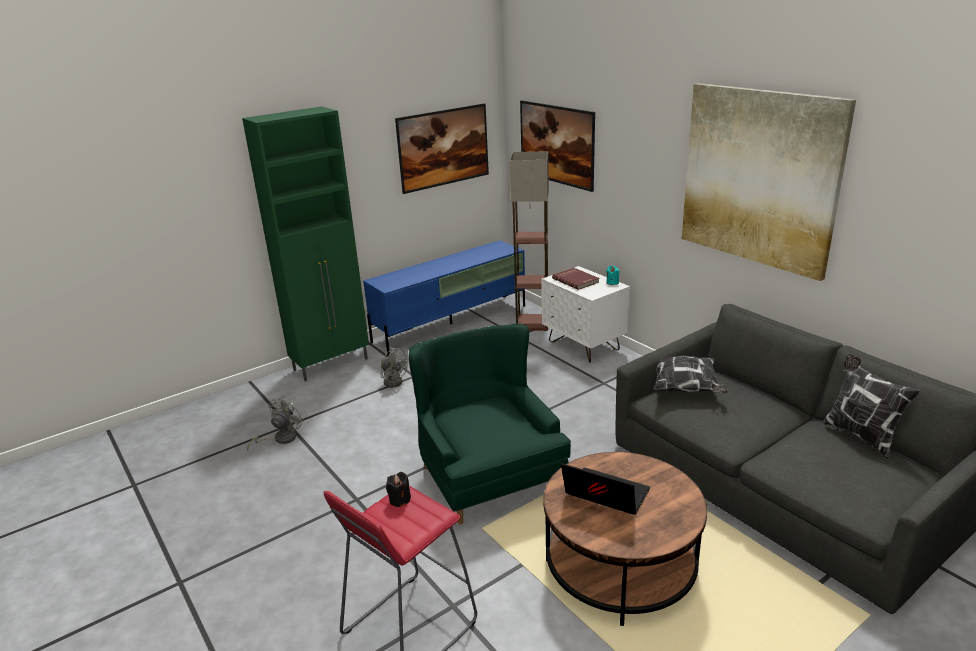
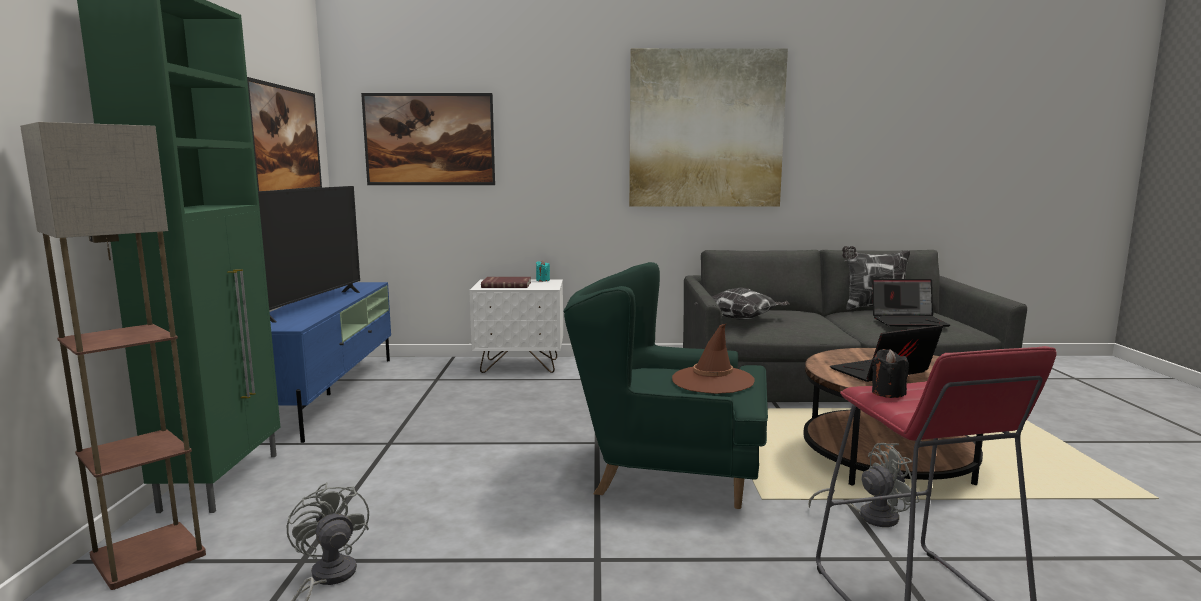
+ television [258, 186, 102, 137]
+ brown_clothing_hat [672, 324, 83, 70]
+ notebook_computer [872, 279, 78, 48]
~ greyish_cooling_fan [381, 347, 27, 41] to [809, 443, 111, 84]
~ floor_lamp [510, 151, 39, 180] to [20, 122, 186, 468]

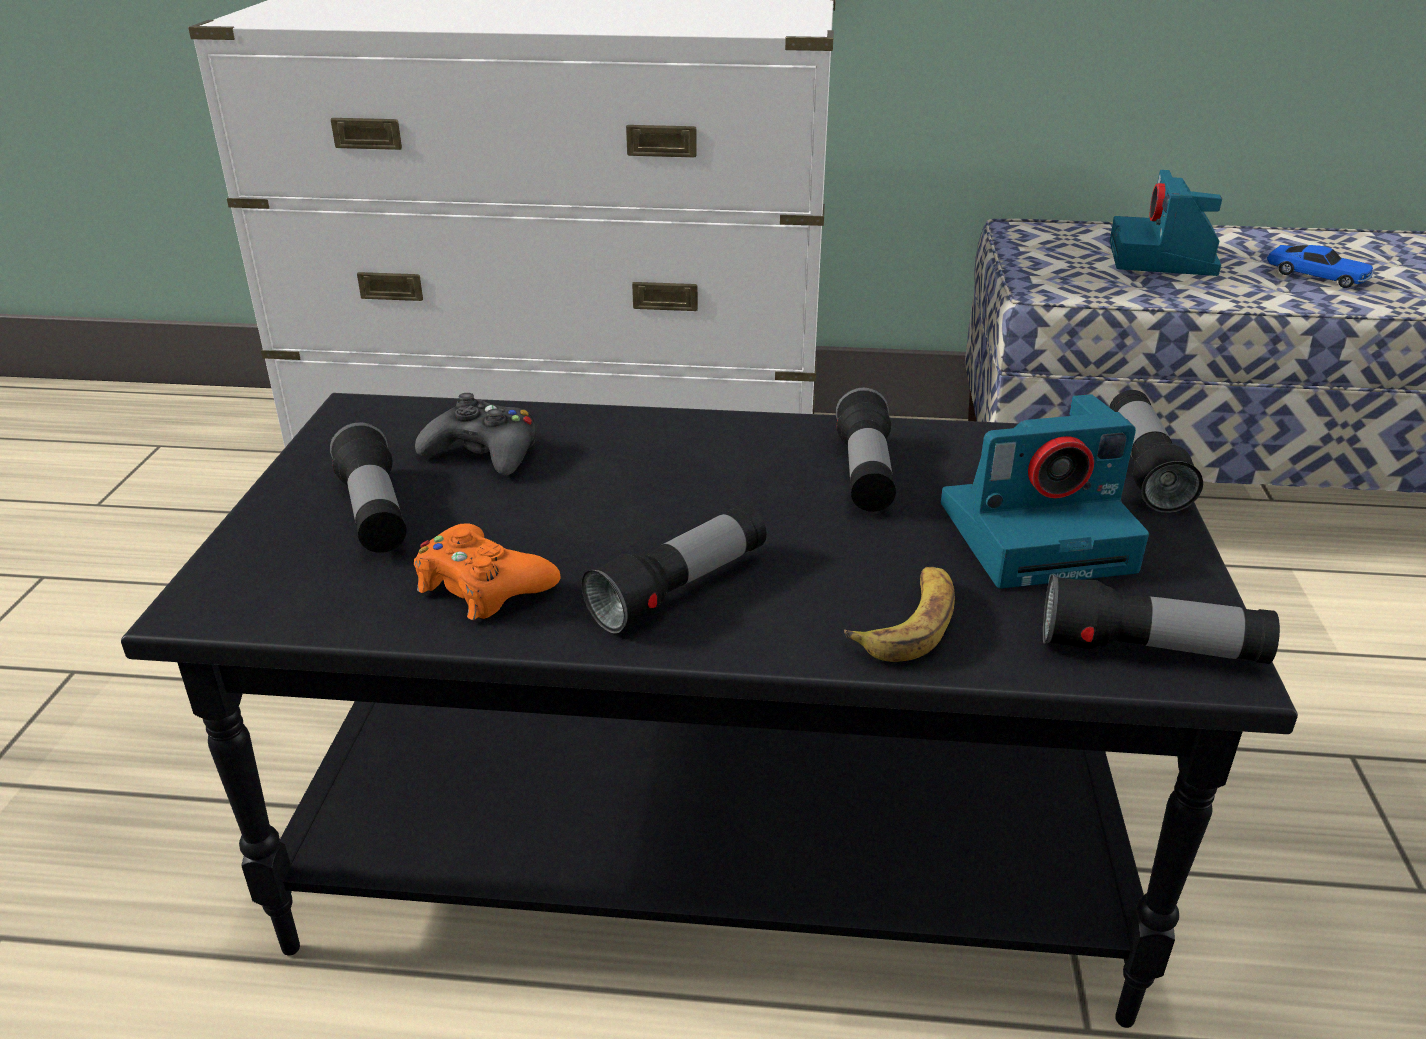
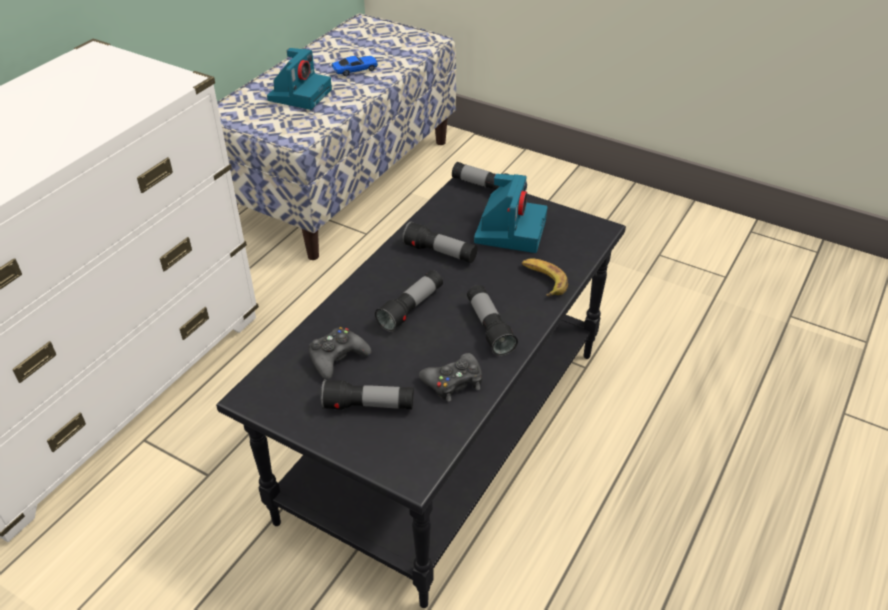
~ hand_torch [1043, 575, 237, 89] to [375, 270, 68, 62]
~ orange-coloured_gamepad [414, 523, 146, 97] to blackish_gamepad [419, 353, 63, 49]
~ photo_camera [1110, 170, 112, 106] = [267, 48, 65, 62] 105 degrees counterclockwise

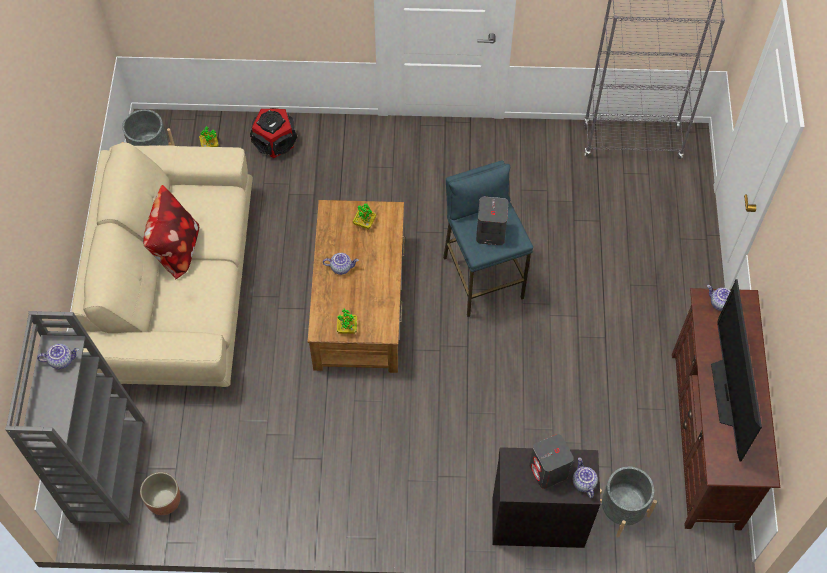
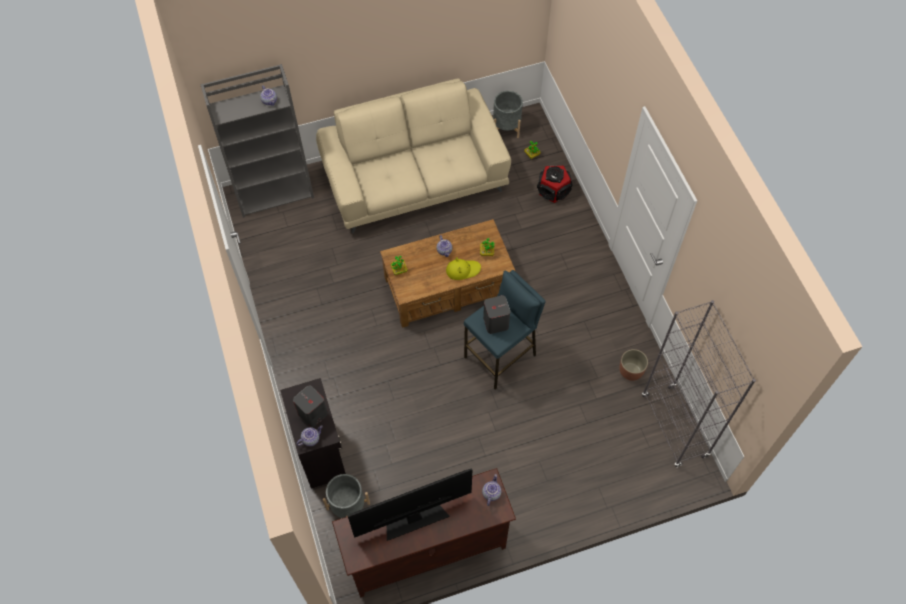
- pillow [143, 185, 56, 95]
+ yellow-coloured_clothing_hat [446, 257, 35, 23]
~ plant_pot [140, 472, 41, 43] to [619, 349, 29, 32]

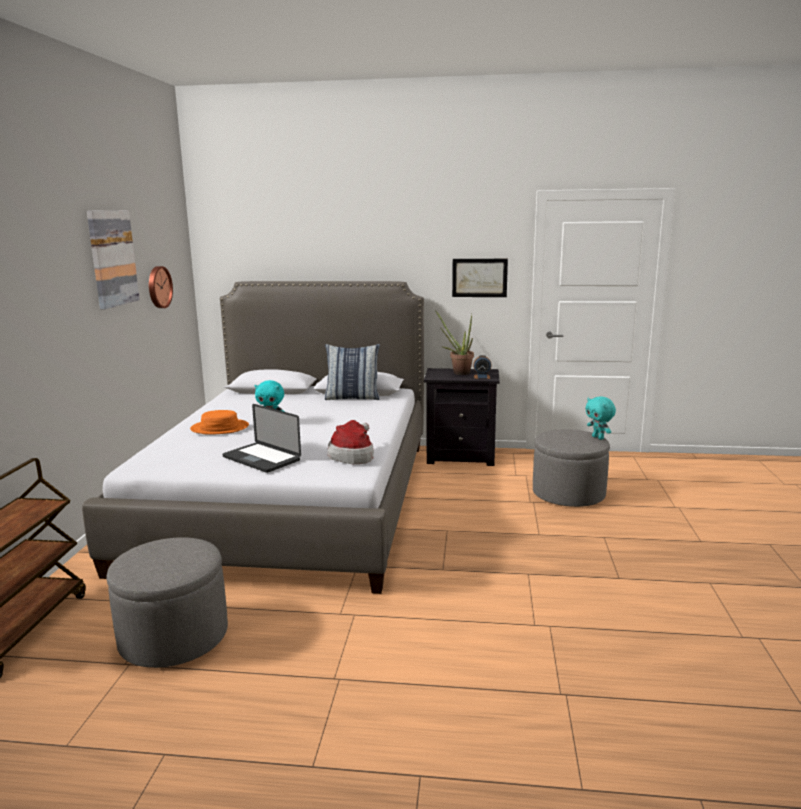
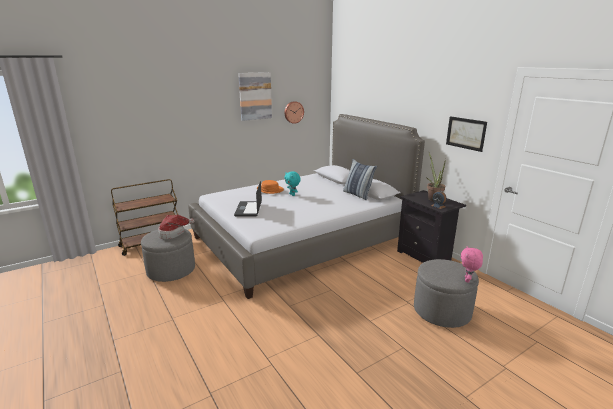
~ clothing_hat [328, 420, 46, 45] to [158, 215, 36, 24]
~ turquoise-coloured_plush_toy [585, 396, 31, 44] to pink_plush_toy [461, 246, 22, 37]

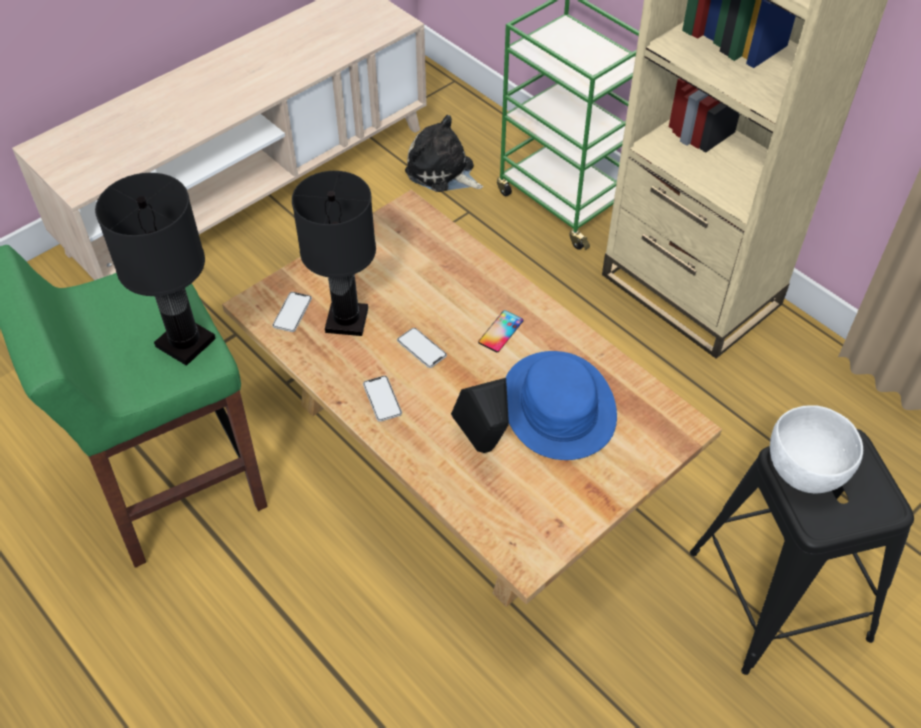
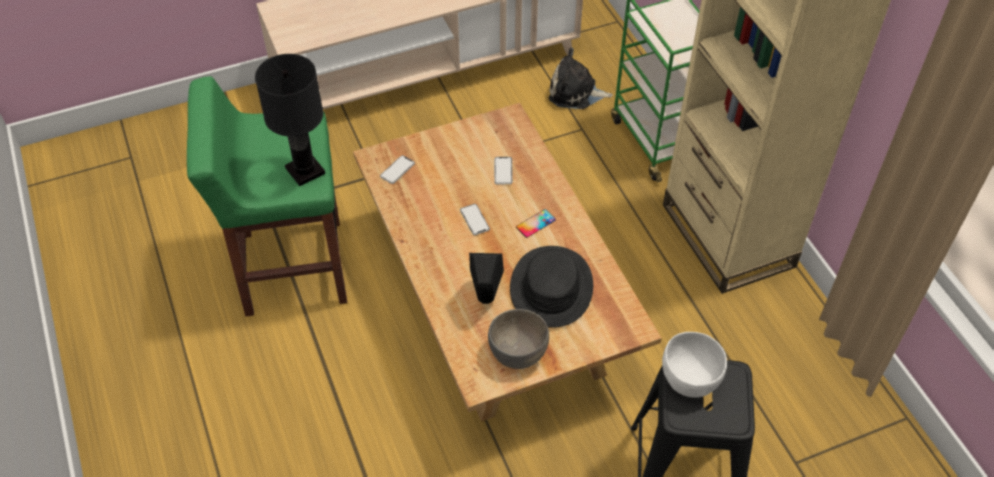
- blackish_lamp_for_a_table [292, 171, 84, 165]
+ greyish_serving_bowl [488, 309, 61, 60]
~ handset [363, 376, 39, 46] to [494, 157, 19, 27]
~ bluish_clothing_hat [506, 351, 111, 109] to blackish_clothing_hat [510, 246, 83, 82]
~ plush_toy [405, 115, 78, 77] = [549, 48, 64, 61] 45 degrees counterclockwise

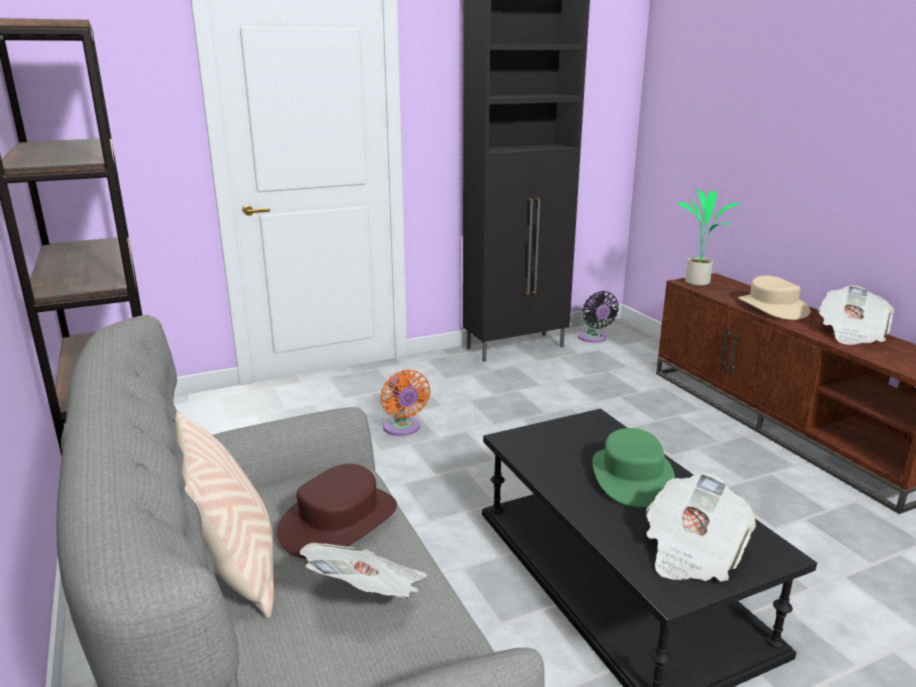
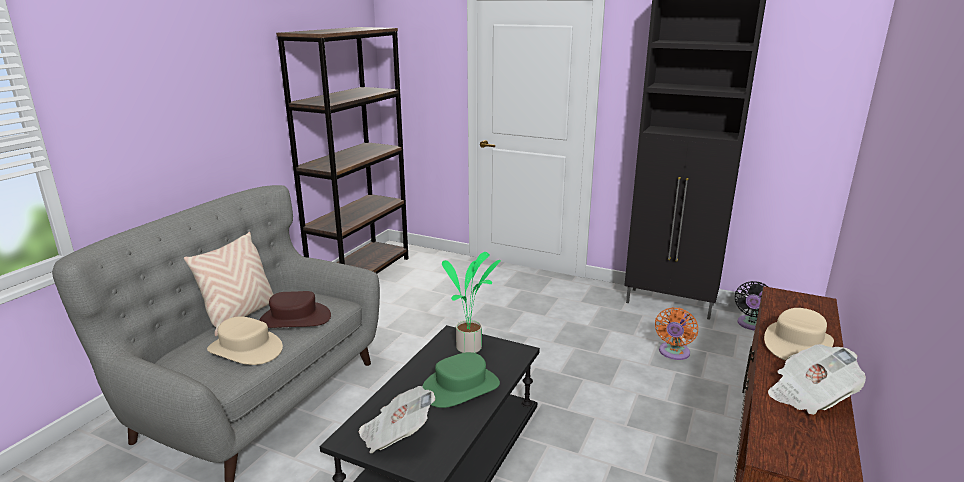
~ orange-coloured_cooling_fan [380, 369, 50, 67] to [655, 307, 43, 53]
~ potted_plant [678, 188, 61, 98] to [442, 252, 59, 101]
~ newspaper [300, 543, 127, 55] to beige-coloured_clothing_hat [207, 316, 76, 49]

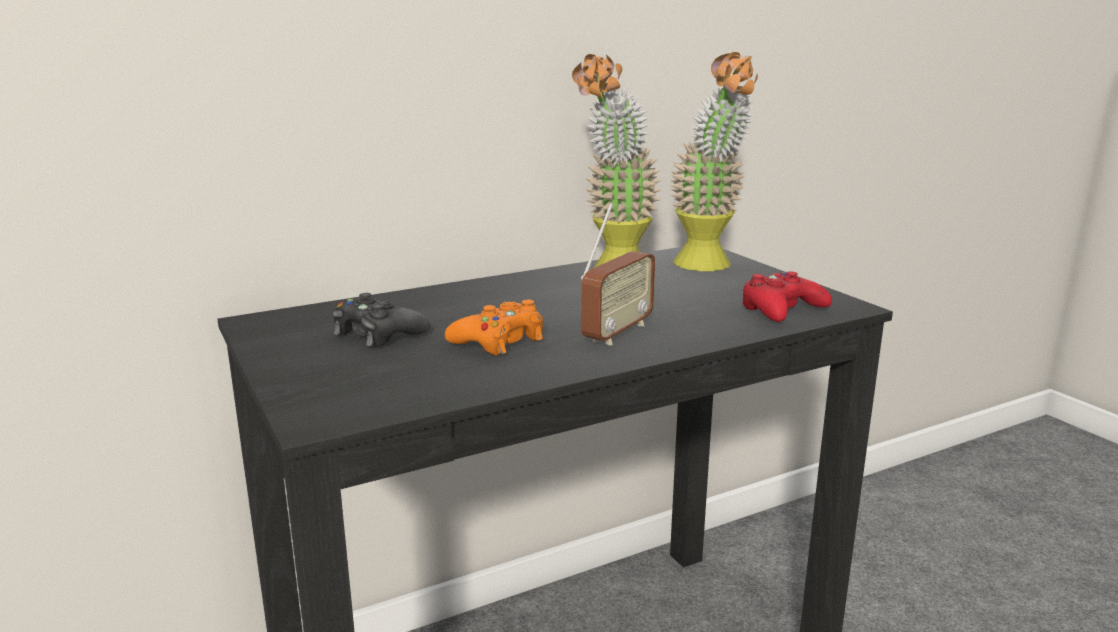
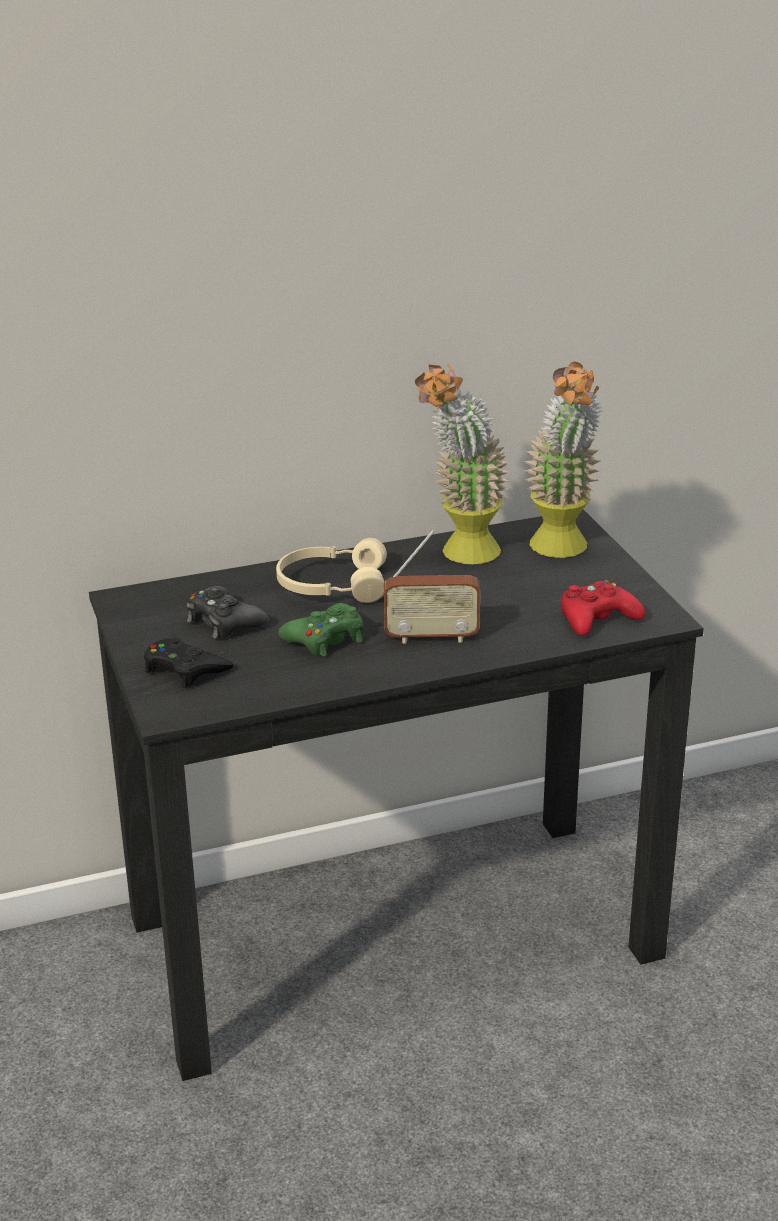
+ blackish_gamepad [144, 637, 90, 51]
+ beige-coloured_headphones [276, 538, 111, 65]
~ orange-coloured_gamepad [445, 300, 98, 55] to greenish_gamepad [278, 603, 86, 54]
~ radio_set [581, 204, 74, 141] = [384, 529, 96, 115] 45 degrees clockwise

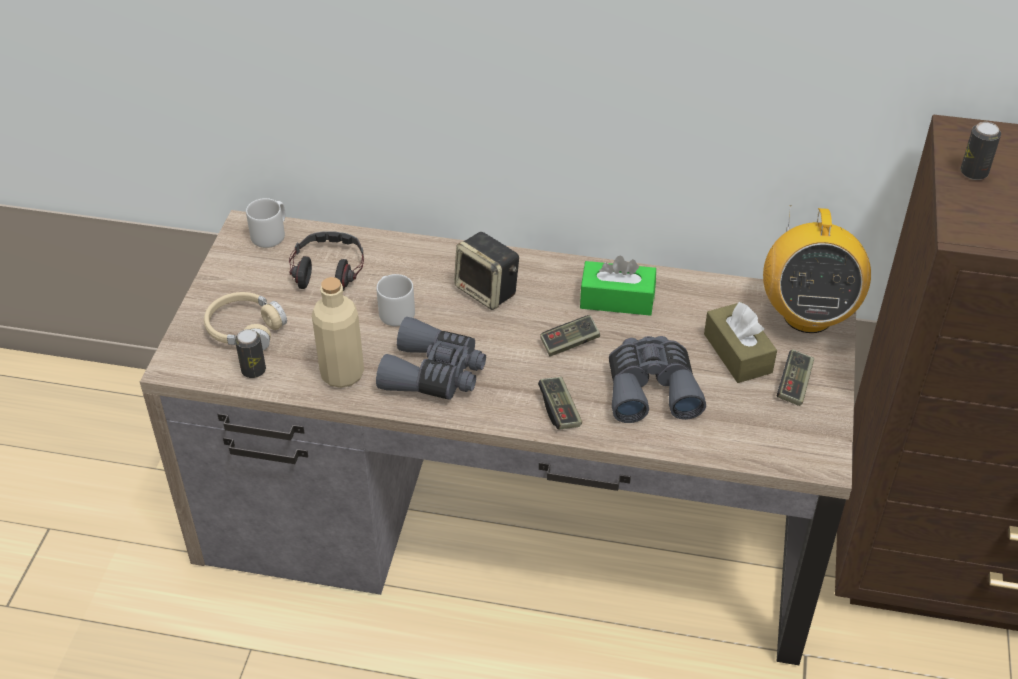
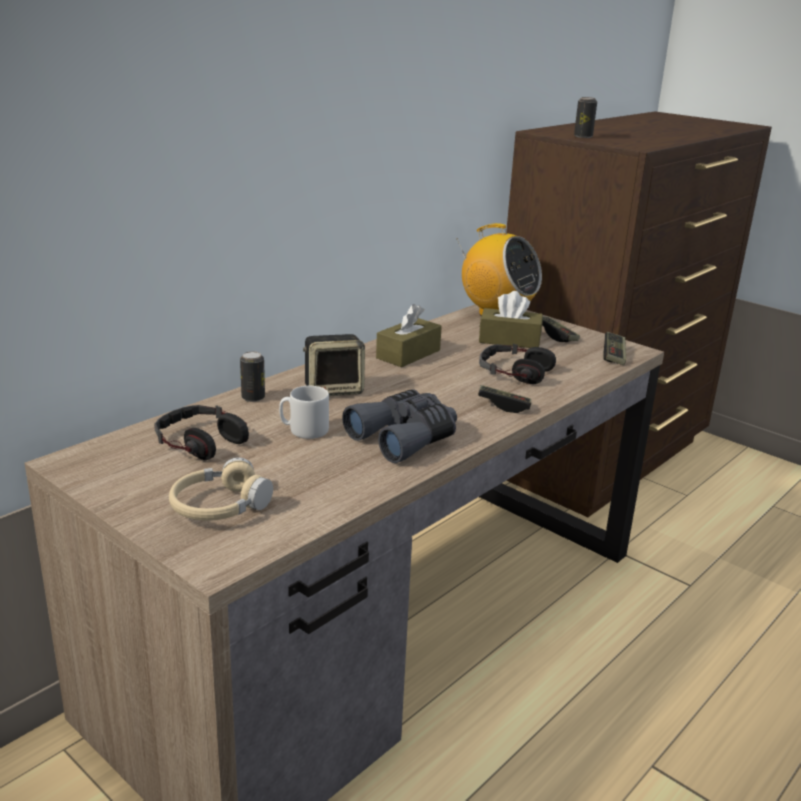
- greyish_tea_mug [246, 198, 39, 50]
- beige-coloured_drink_bottle [312, 277, 52, 111]
~ sealed_can [235, 329, 31, 49] to [240, 351, 25, 51]
~ gamepad [540, 315, 60, 42] to [603, 332, 23, 33]
~ greyish_binoculars [609, 336, 97, 87] to headphones [479, 344, 77, 40]
~ greenish_box_of_tissues [580, 255, 76, 61] to brown_box_of_tissues [376, 304, 66, 63]

